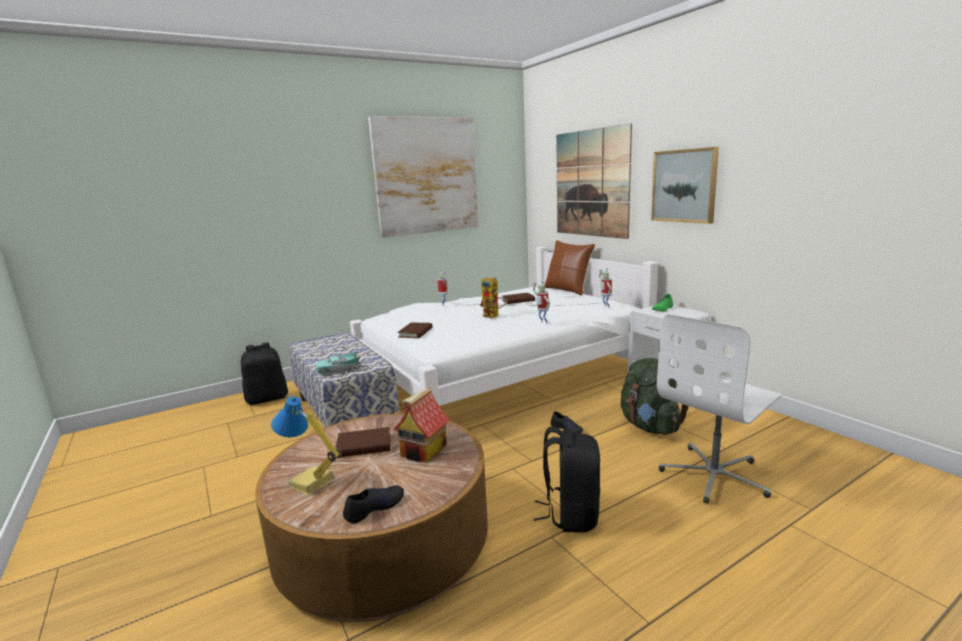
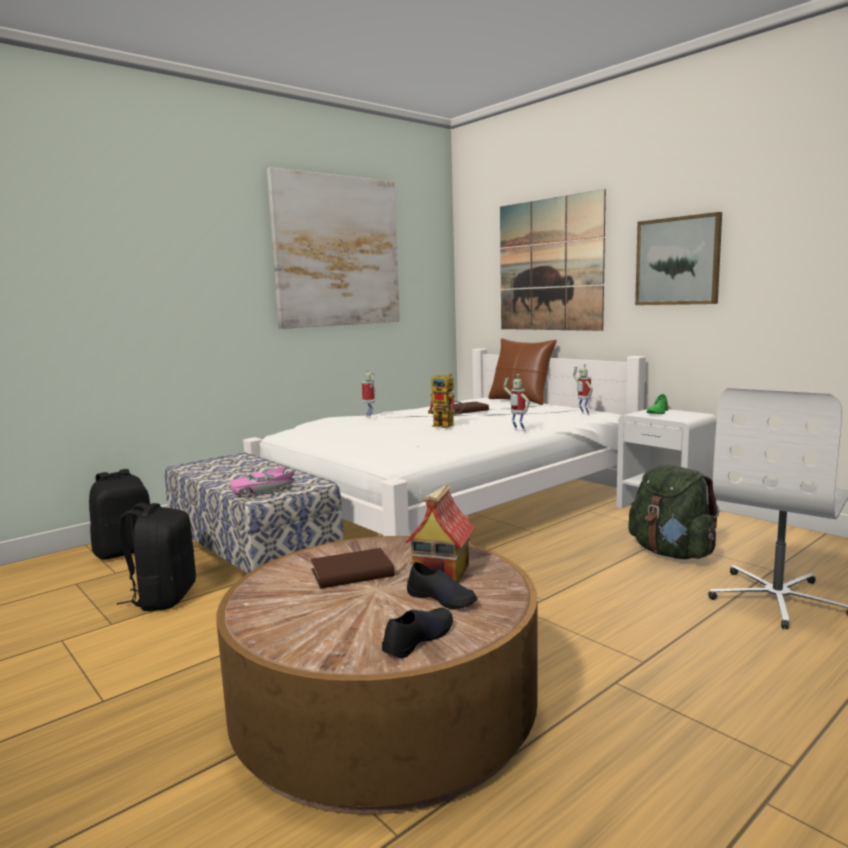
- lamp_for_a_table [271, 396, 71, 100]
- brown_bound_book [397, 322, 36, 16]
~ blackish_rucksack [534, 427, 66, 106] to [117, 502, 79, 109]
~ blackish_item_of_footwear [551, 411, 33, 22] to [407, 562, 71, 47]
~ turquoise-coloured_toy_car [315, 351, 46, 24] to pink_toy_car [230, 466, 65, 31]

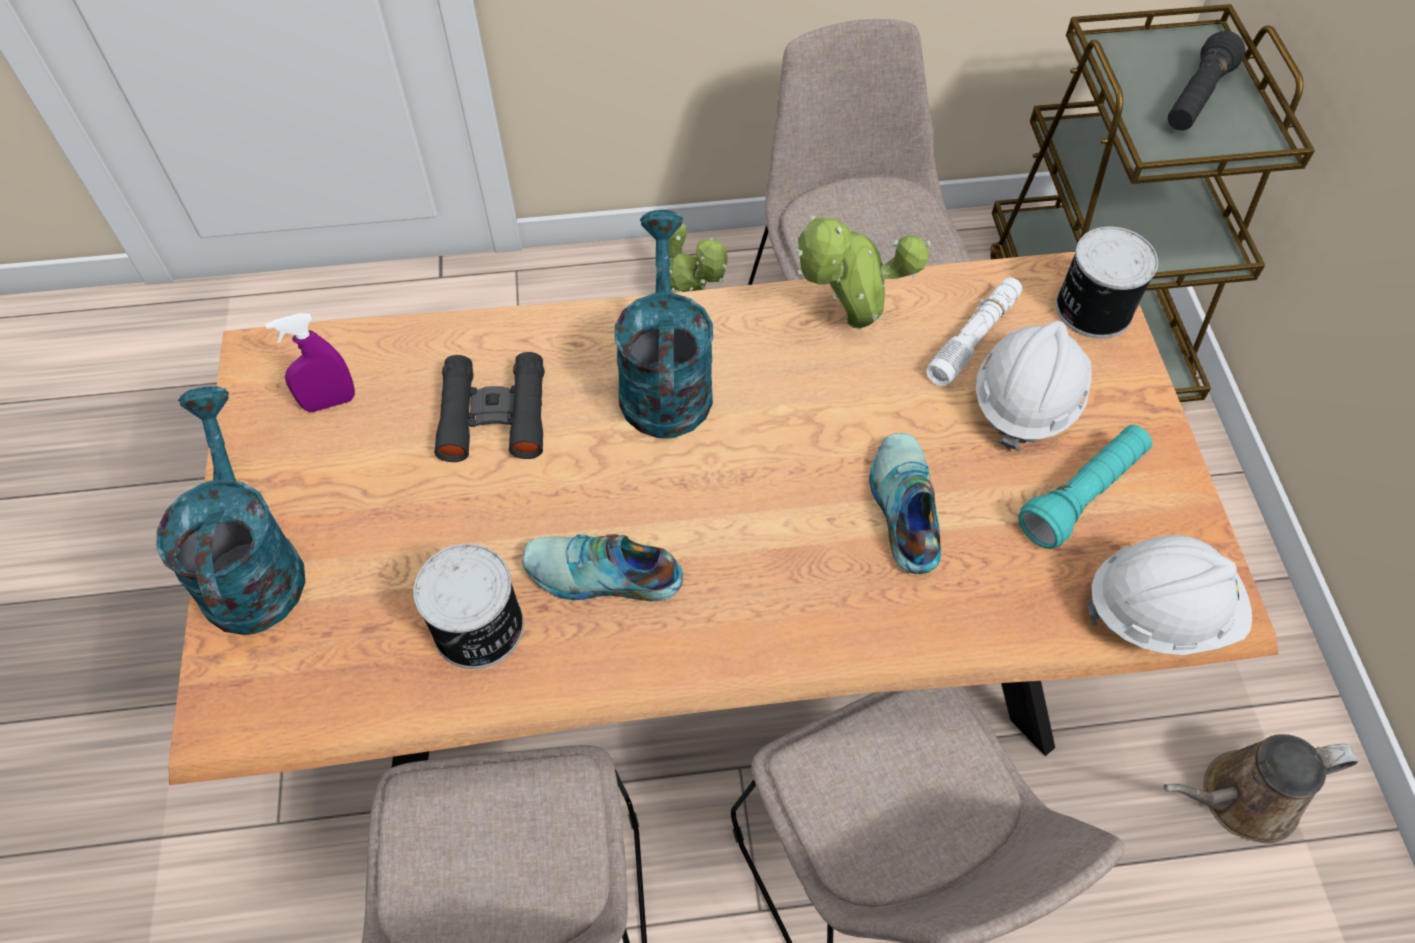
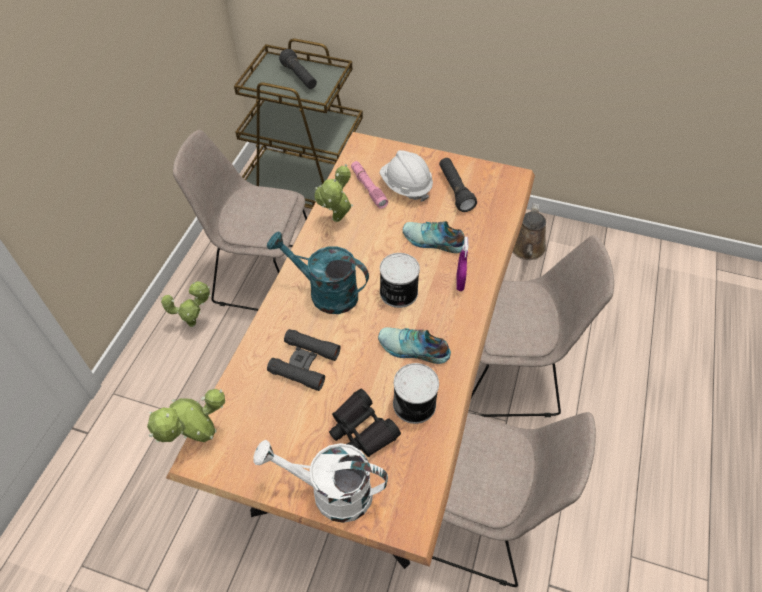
- white_work_helmet [1086, 535, 166, 120]
+ potted_plant [147, 389, 78, 54]
+ blackish_binoculars [329, 389, 72, 68]
~ purple_sprayer [265, 313, 90, 99] to [456, 237, 12, 54]
~ sealed_can [1056, 227, 102, 112] to [380, 253, 40, 55]
~ turquoise-coloured_sprinkling_can [156, 386, 149, 249] to white_sprinkling_can [253, 440, 135, 83]
~ white_hand_torch [926, 277, 97, 109] to pink_hand_torch [351, 161, 37, 48]
~ turquoise-coloured_hand_torch [1018, 425, 134, 124] to blackish_hand_torch [439, 158, 38, 54]
~ item_of_footwear [522, 534, 161, 67] = [378, 327, 73, 37] 75 degrees clockwise

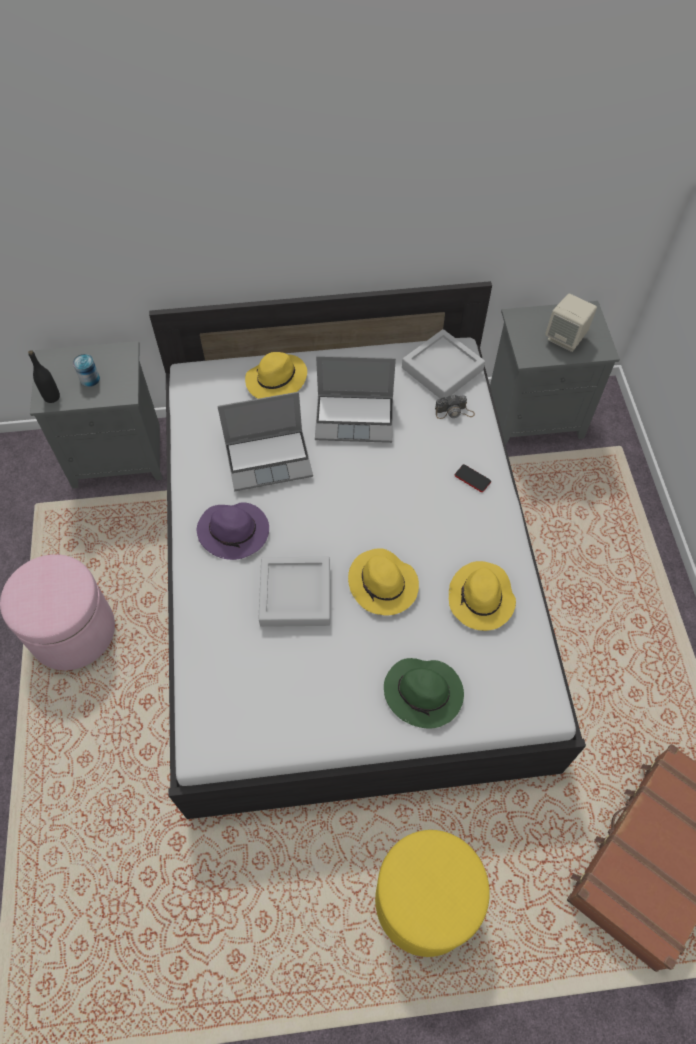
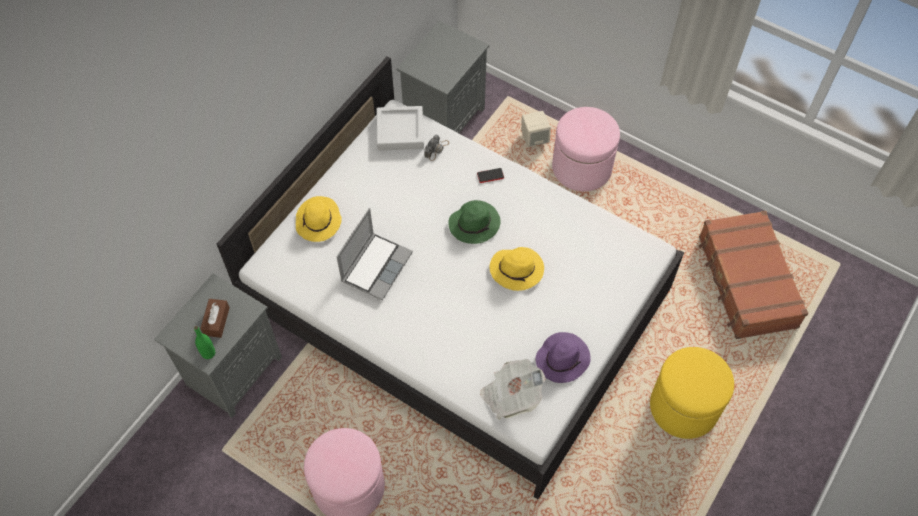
- greyish_serving_tray [259, 557, 71, 70]
- notebook_computer [315, 356, 81, 87]
- yellow-coloured_clothing_hat [449, 561, 67, 70]
+ newspaper [480, 359, 66, 61]
+ pink_pouffe [552, 107, 68, 84]
~ purple_clothing_hat [197, 502, 72, 58] to [536, 332, 55, 51]
~ greenish_clothing_hat [384, 658, 80, 71] to [448, 200, 52, 44]
~ beige-coloured_loudspeaker [545, 294, 52, 58] to [521, 111, 30, 36]
~ sealed_can [73, 354, 27, 33] to brown_box_of_tissues [200, 299, 30, 39]
~ blackish_drink_bottle [28, 350, 32, 53] to greenish_drink_bottle [194, 326, 21, 33]

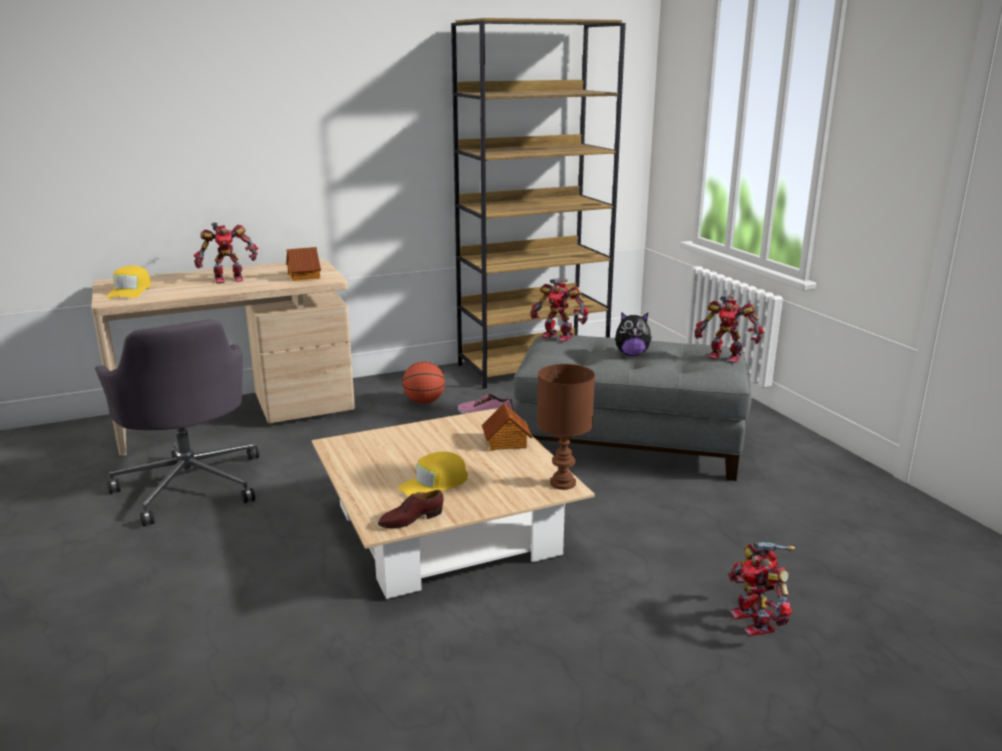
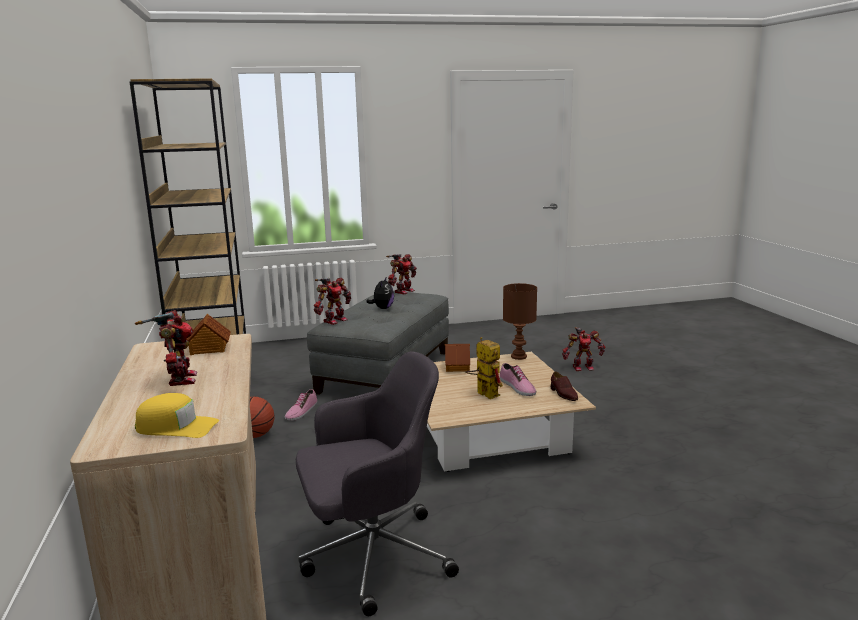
+ toy_robot [465, 337, 38, 62]
~ yellow-coloured_cap [398, 452, 70, 44] to item_of_footwear [499, 363, 37, 33]

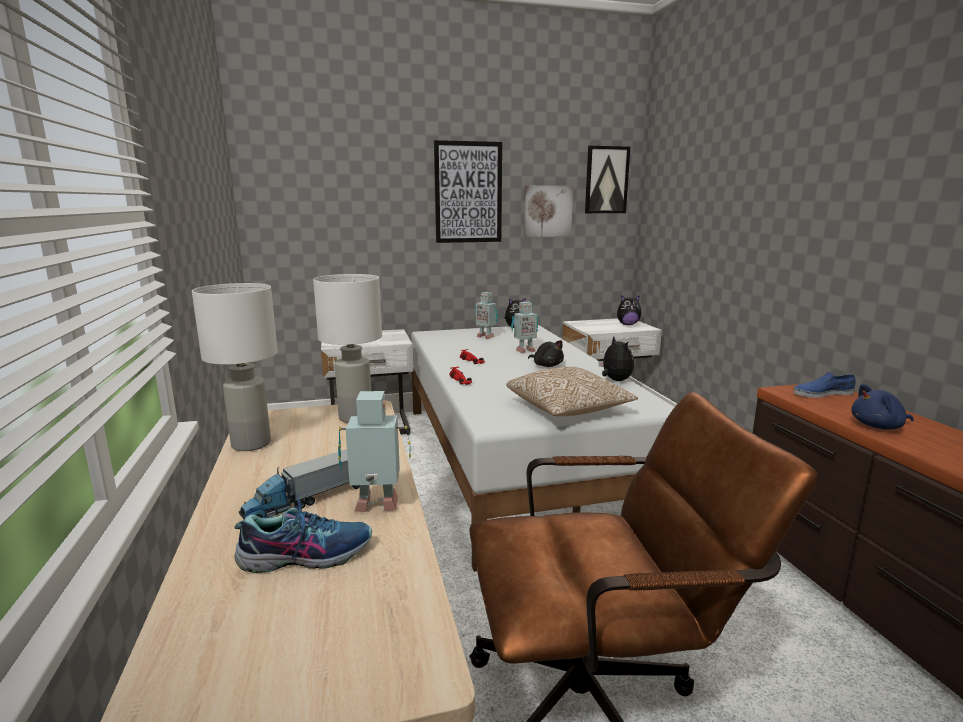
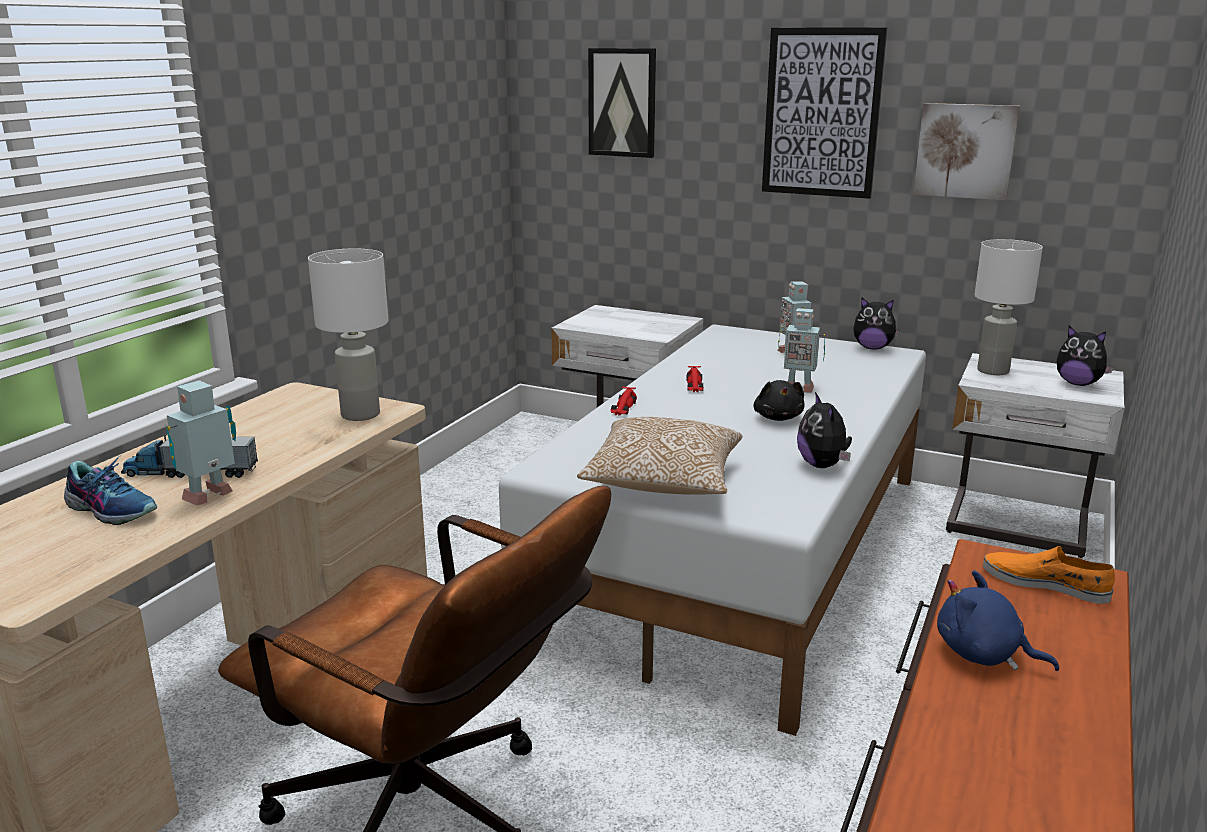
~ white_lamp_for_a_table [192, 283, 86, 168] to [974, 239, 69, 136]
~ picture [585, 146, 45, 67] to [588, 48, 68, 110]
~ bluish_item_of_footwear [793, 372, 63, 26] to orange-coloured_item_of_footwear [983, 546, 132, 58]
~ toy_robot [338, 391, 73, 121] = [165, 380, 71, 126] 90 degrees counterclockwise
~ plush_toy [599, 337, 35, 44] = [797, 392, 55, 76] 150 degrees clockwise

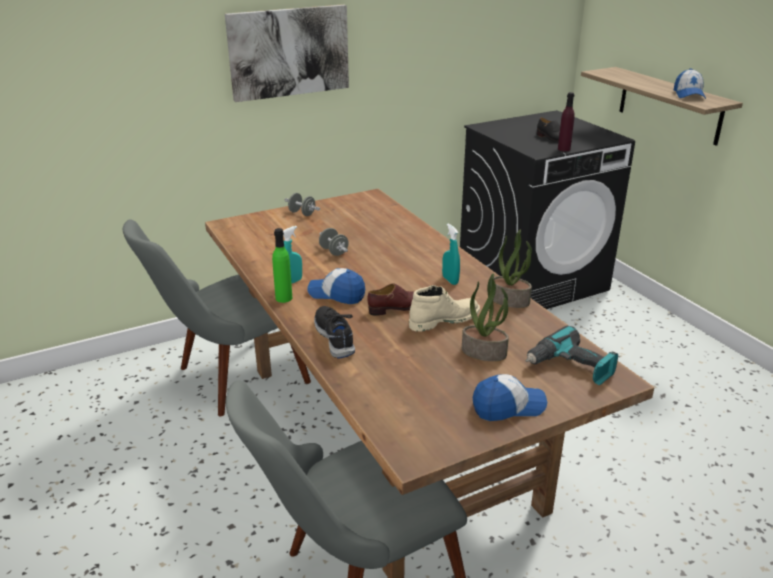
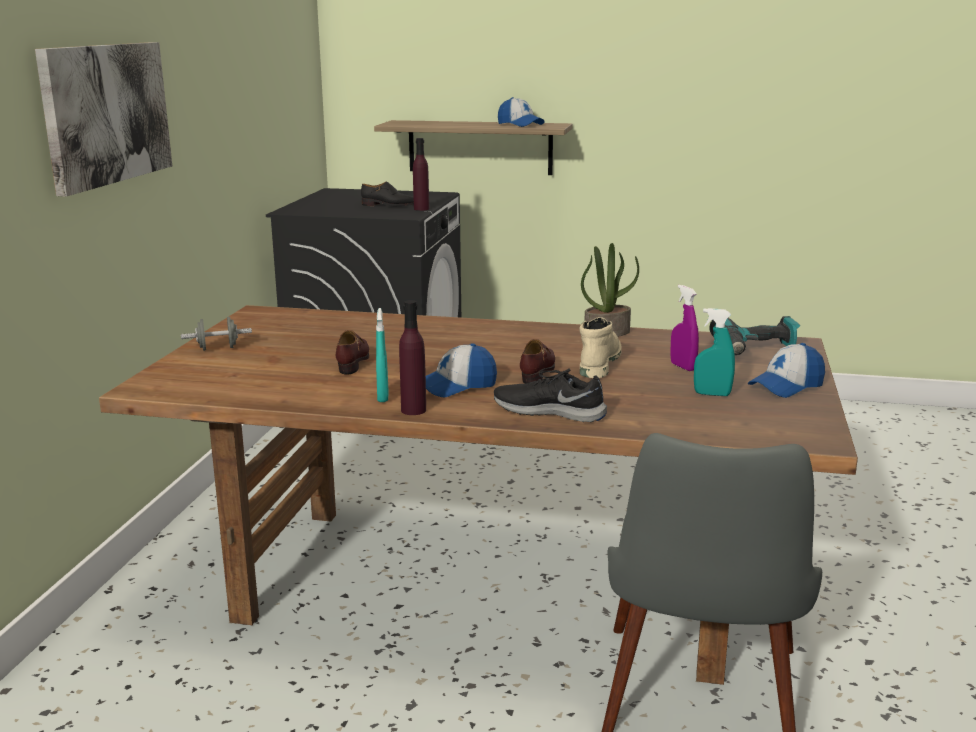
- greyish_upright_chair [123, 220, 188, 197]
~ turquoise-coloured_sprayer [442, 224, 18, 61] to [694, 308, 41, 88]
~ greyish_dumbbell [319, 228, 30, 28] to brown_item_of_footwear [336, 330, 33, 45]
~ potted_plant [462, 273, 47, 88] to purple_sprayer [670, 285, 29, 86]
~ greenish_drink_bottle [272, 228, 20, 75] to purple_drink_bottle [399, 300, 27, 115]
~ cap [473, 374, 74, 47] = [748, 343, 77, 55] 150 degrees counterclockwise

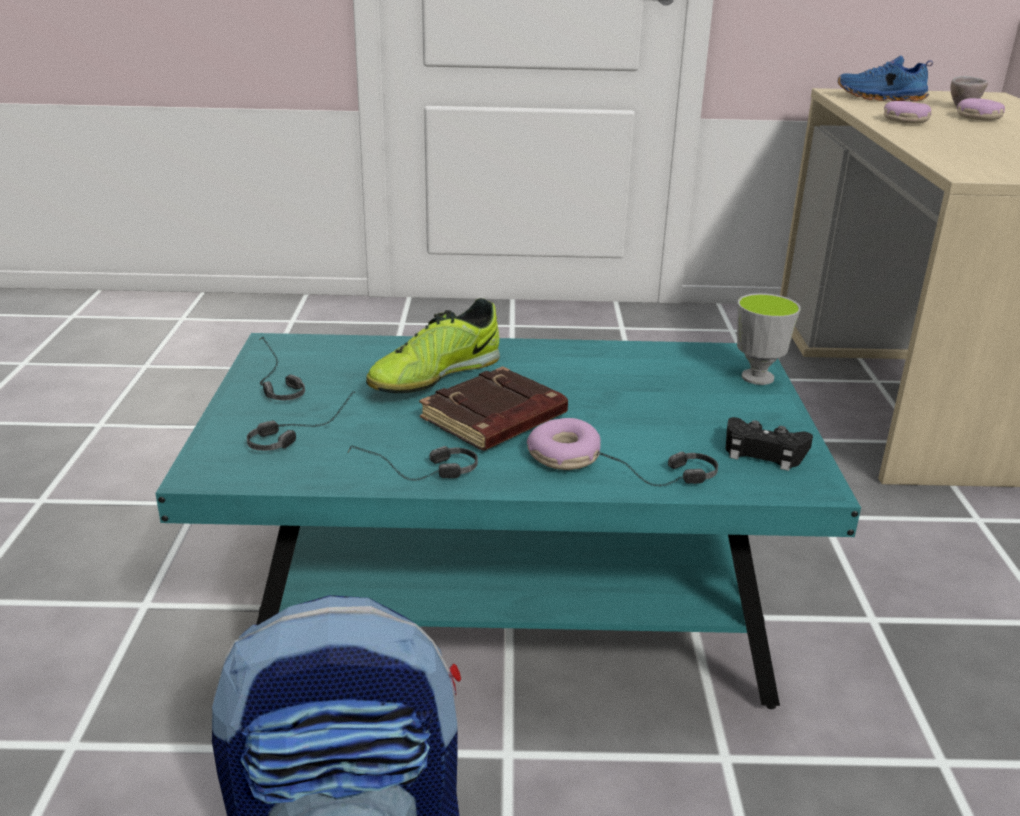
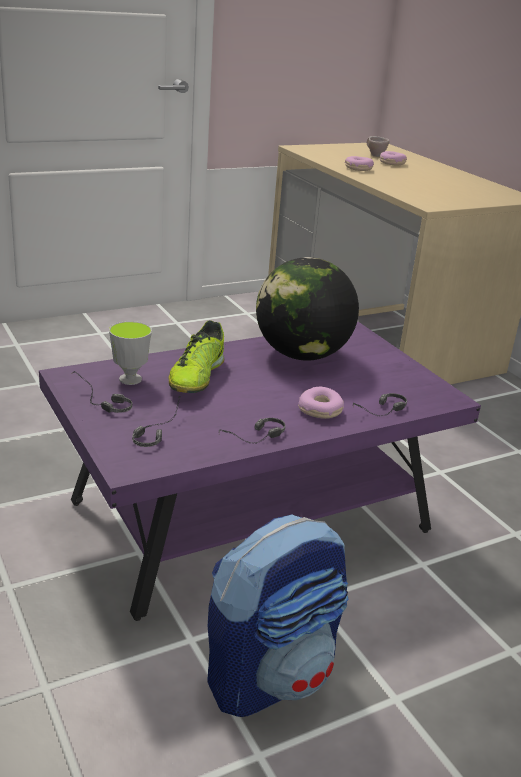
- brown_bound_book [419, 366, 149, 84]
- blackish_gamepad [725, 417, 88, 54]
- bluish_item_of_footwear [838, 56, 95, 46]
+ world_globe [256, 257, 103, 103]
~ drinking_cup [737, 293, 64, 92] to [109, 321, 43, 64]
~ turquoise-coloured_coffee_table [155, 333, 706, 376] to purple_coffee_table [39, 322, 442, 299]

